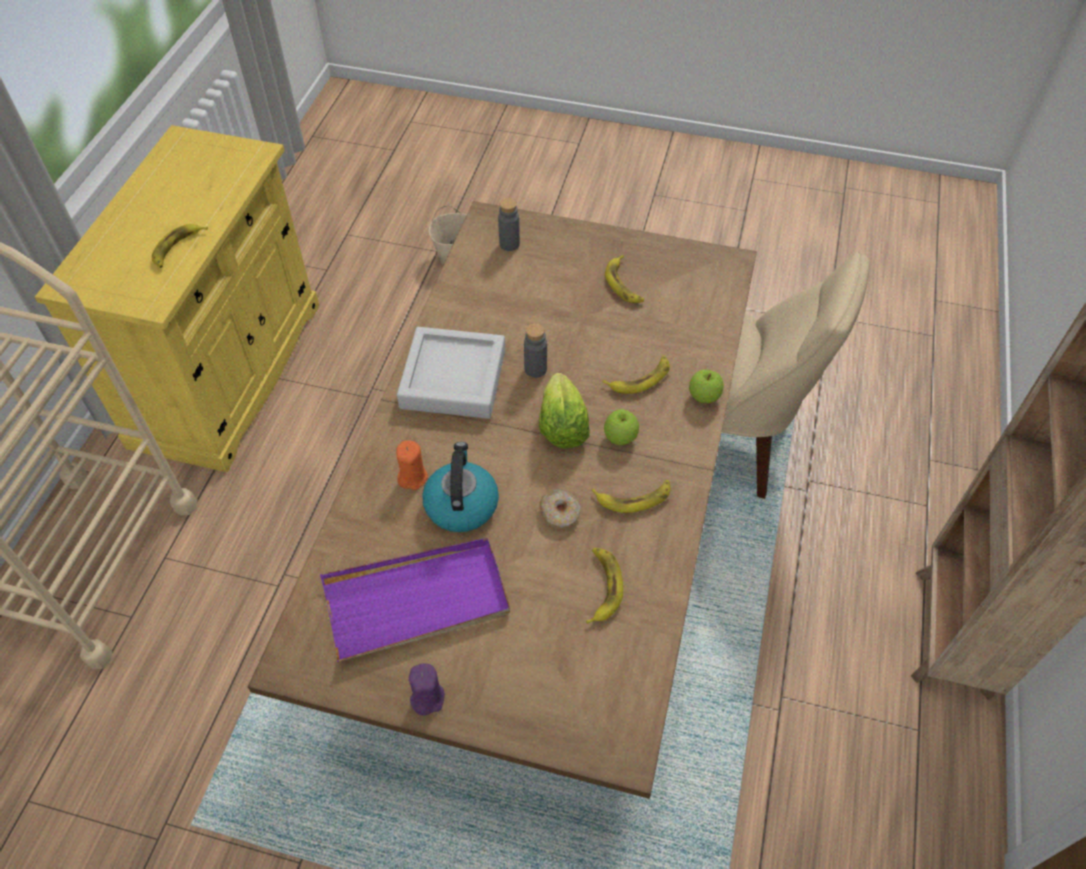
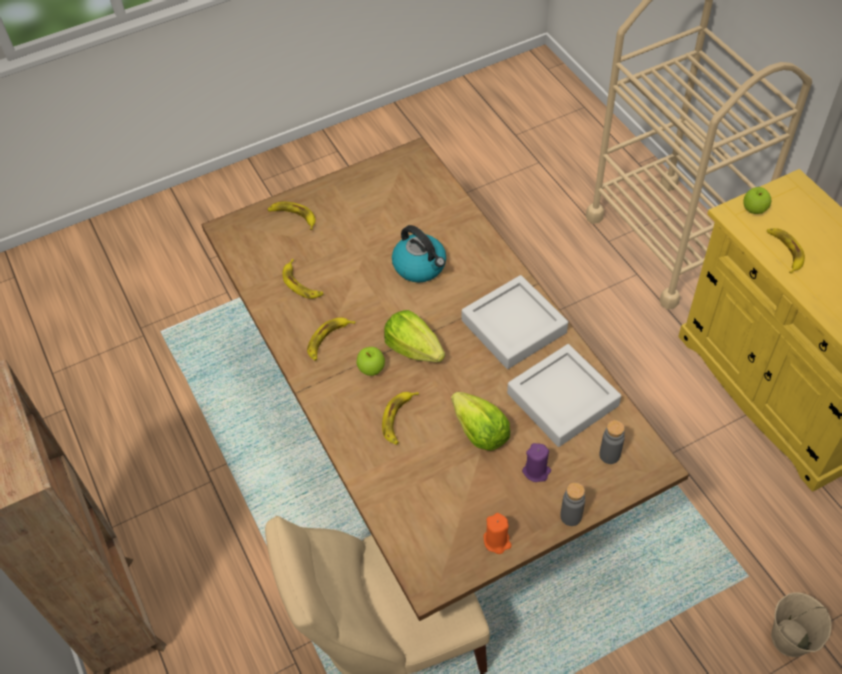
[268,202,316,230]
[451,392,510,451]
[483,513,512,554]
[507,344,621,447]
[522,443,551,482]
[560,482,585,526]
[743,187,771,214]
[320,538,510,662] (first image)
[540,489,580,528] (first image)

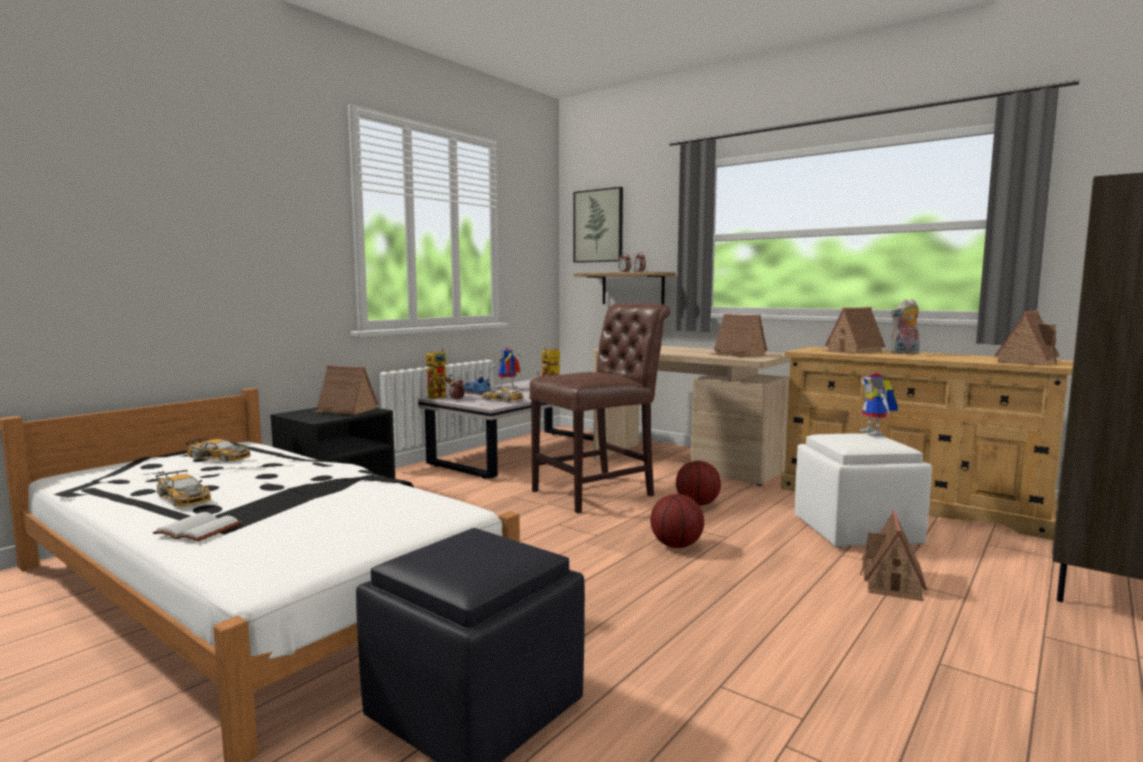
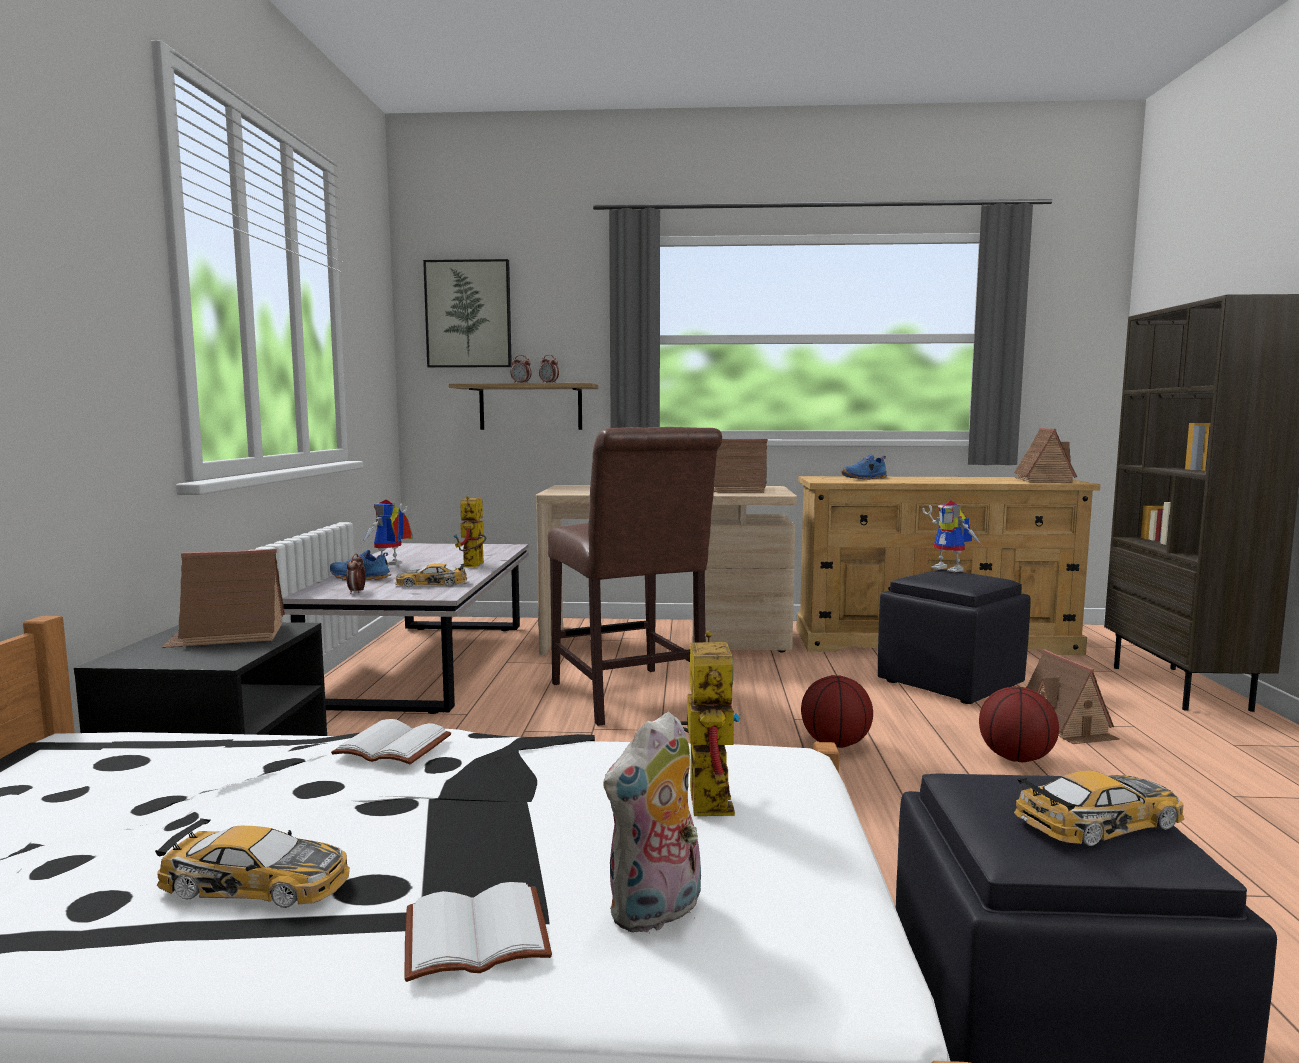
[331,719,451,764]
[548,427,722,726]
[604,711,701,934]
[680,631,741,816]
[841,454,887,480]
[878,569,1031,704]
[979,686,1059,762]
[1014,770,1184,846]

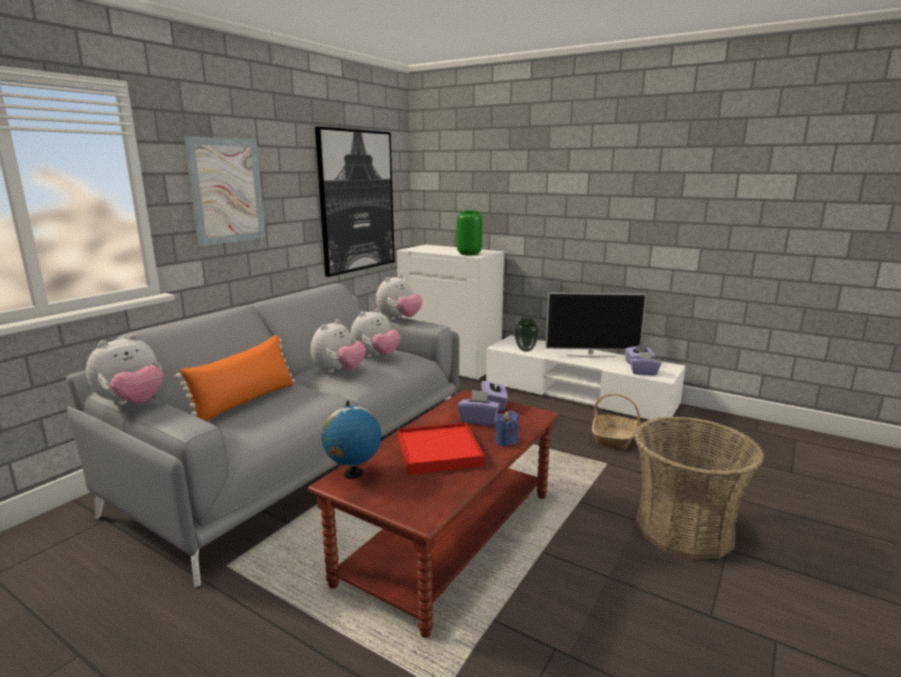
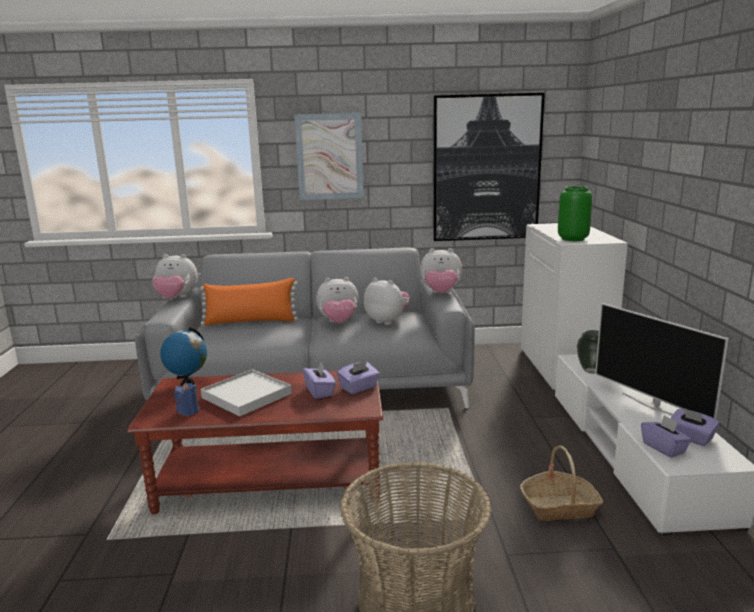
[174,383,199,416]
[201,369,292,417]
[364,278,410,325]

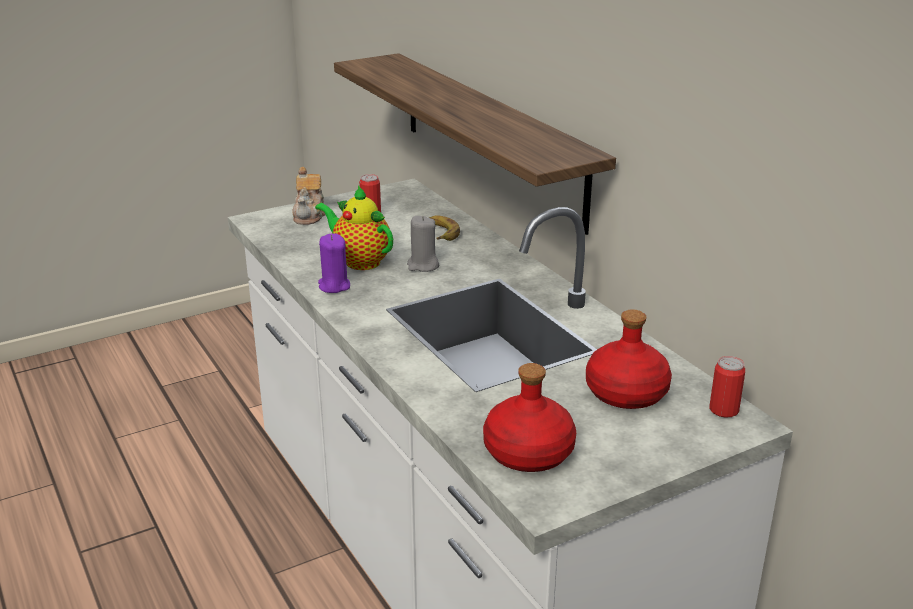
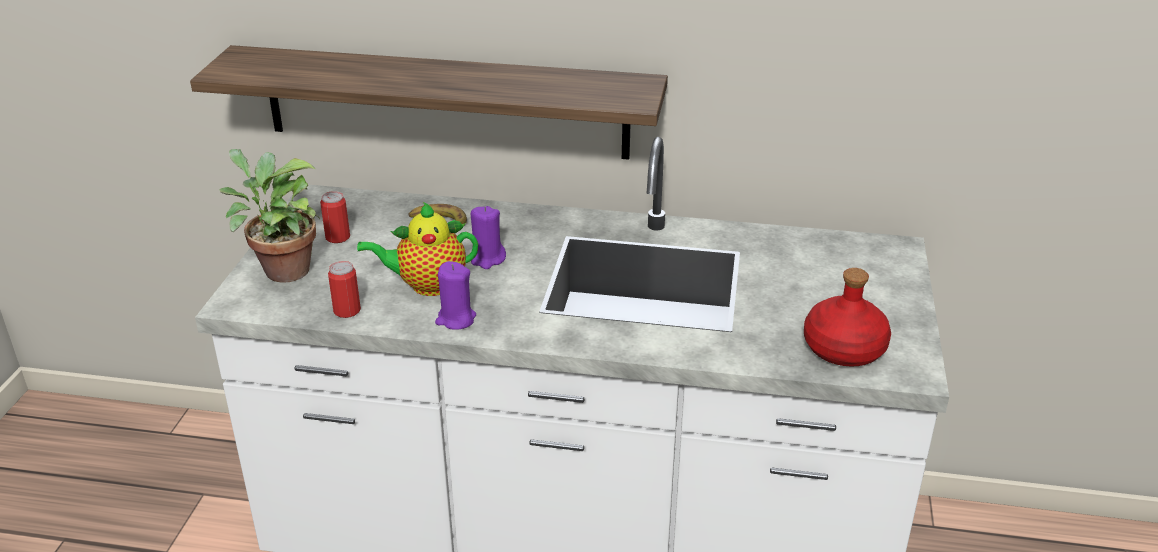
[219,149,320,282]
[328,261,361,318]
[471,206,506,269]
[586,309,672,409] (first image)

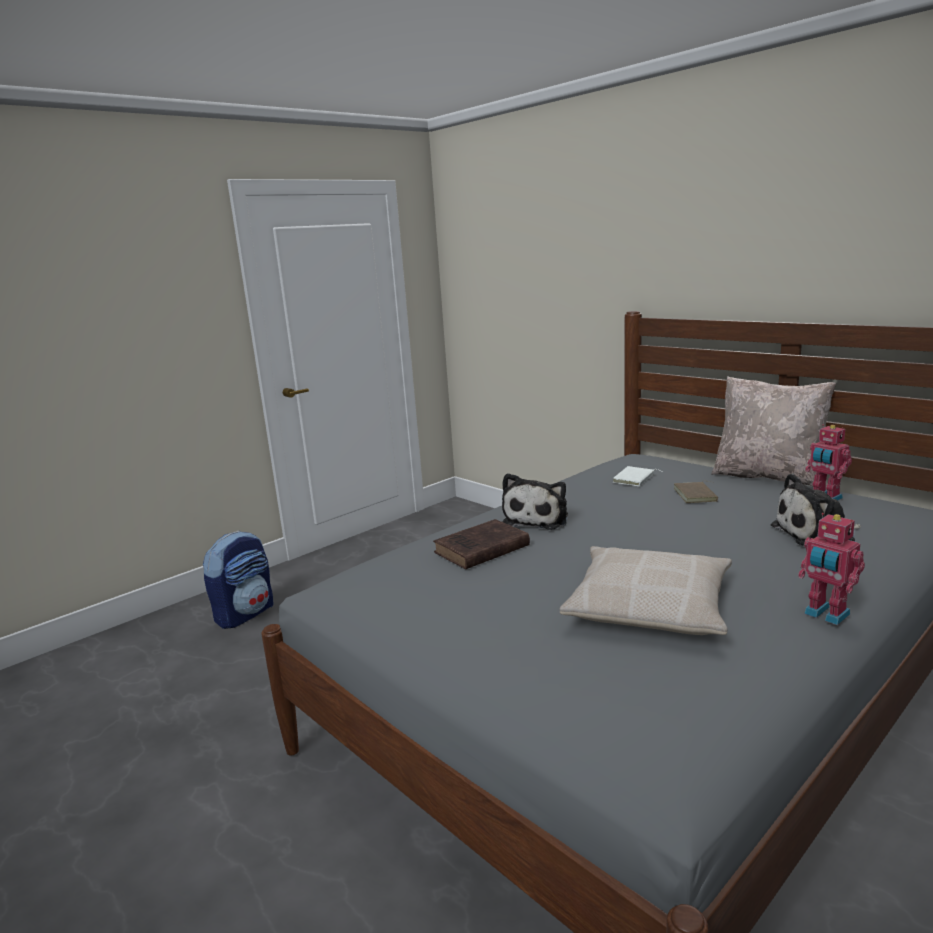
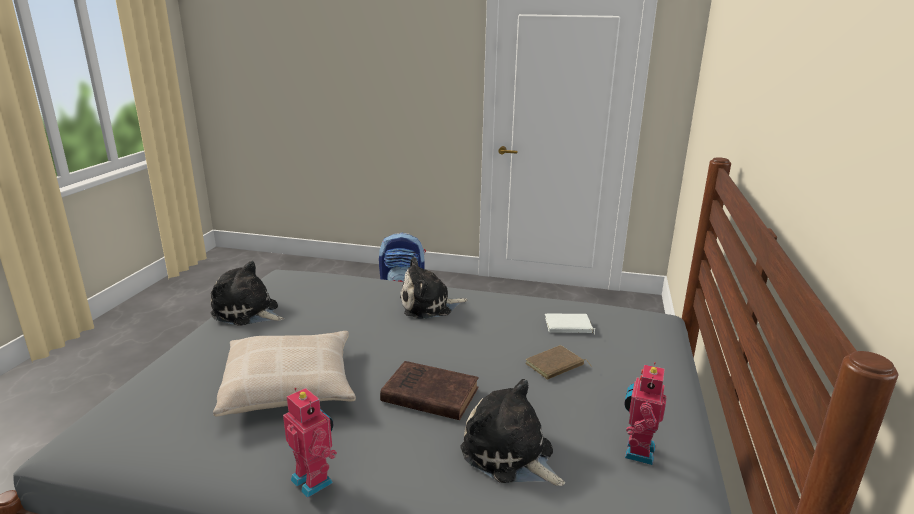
[210,261,284,326]
[283,388,337,498]
[380,361,479,420]
[711,376,836,487] (first image)

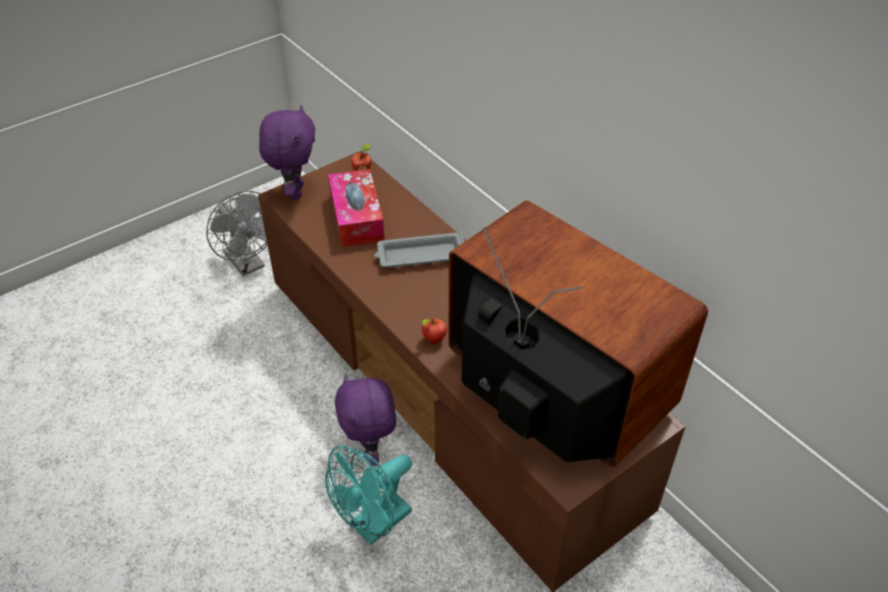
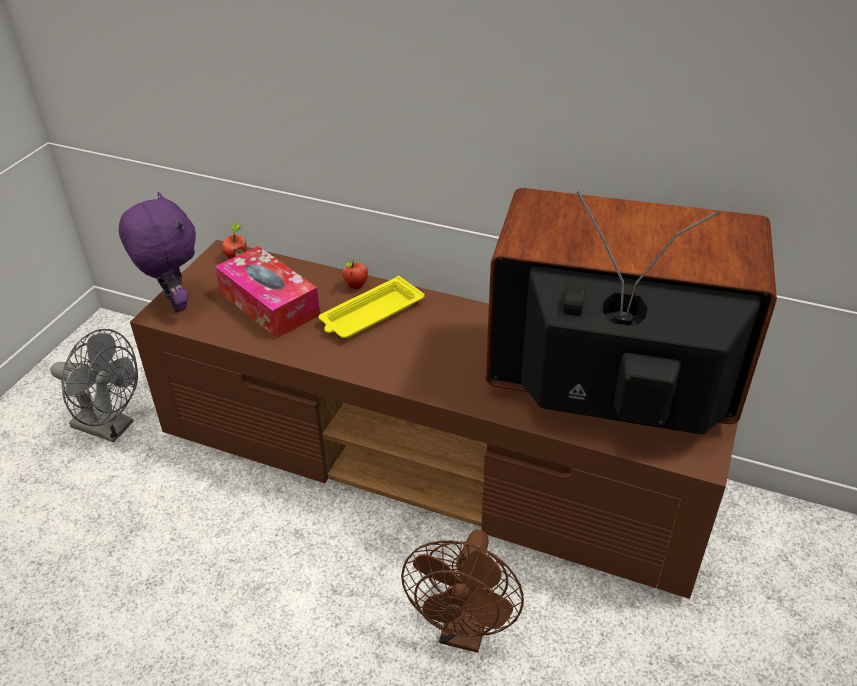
[319,276,425,338]
[342,260,368,289]
[401,530,524,653]
[335,374,396,466] (first image)

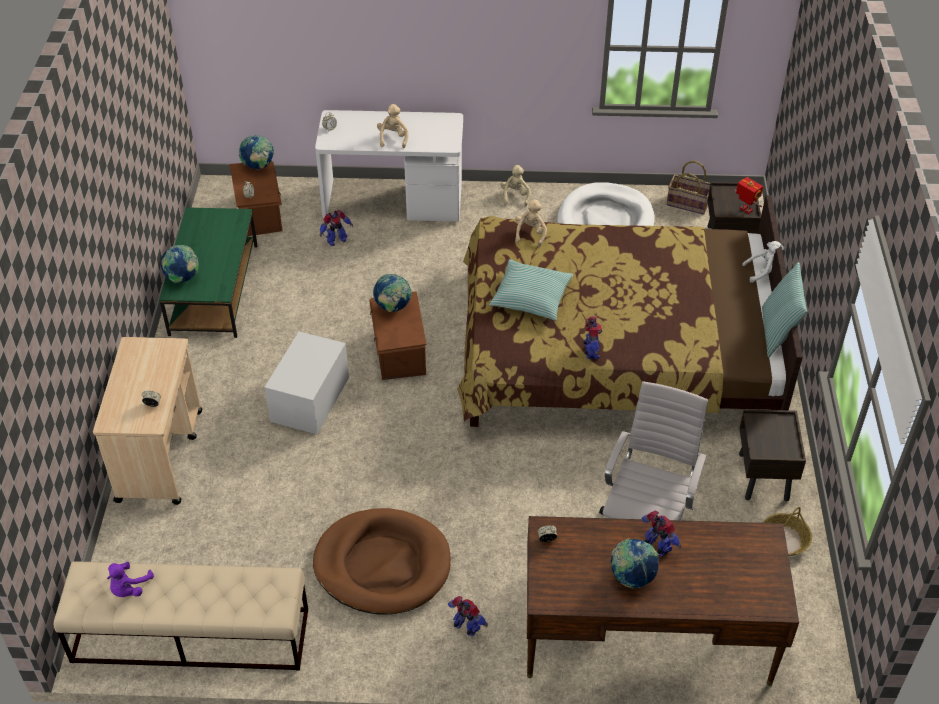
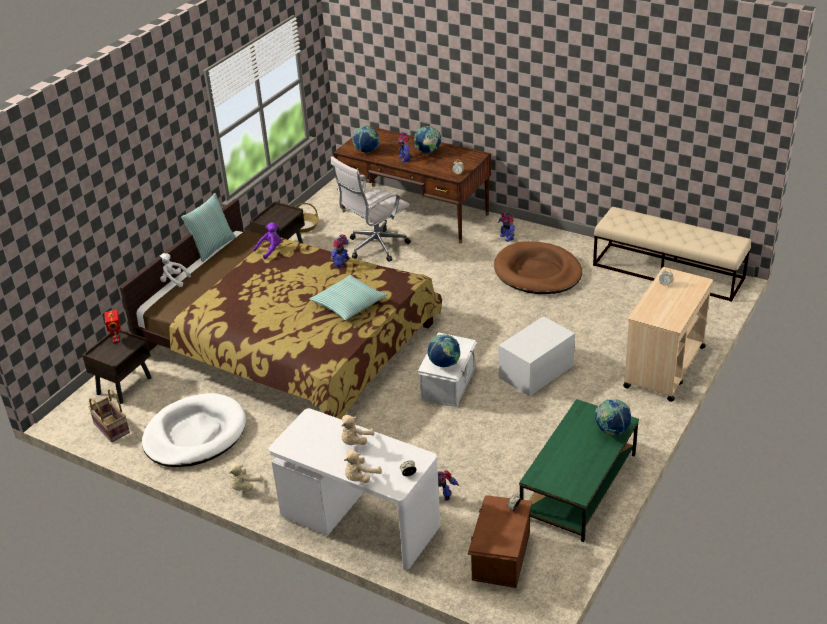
[254,222,281,259]
[344,450,382,483]
[352,126,380,153]
[418,332,477,407]

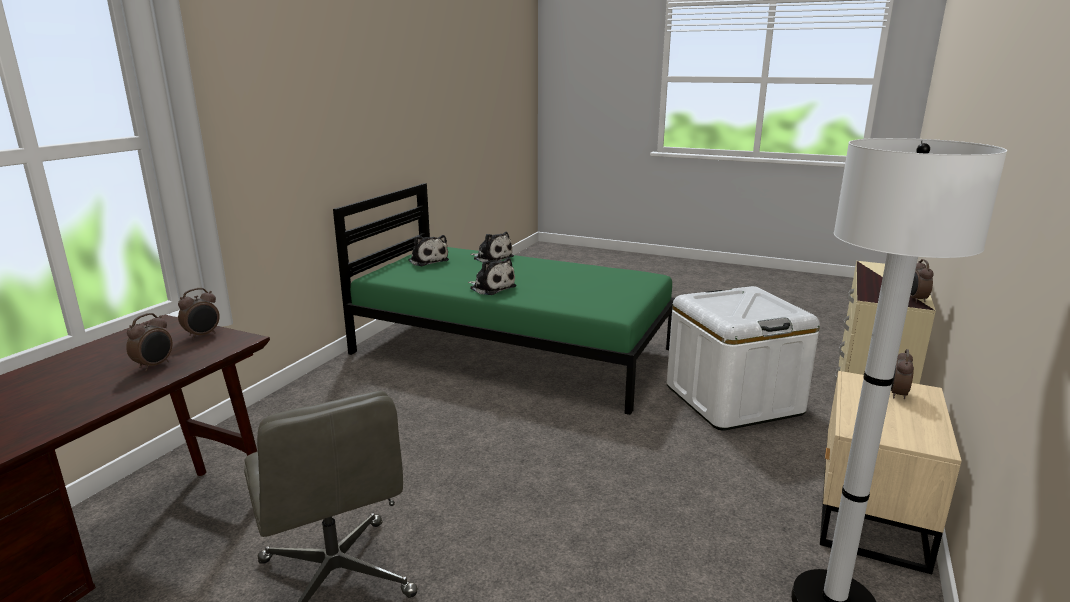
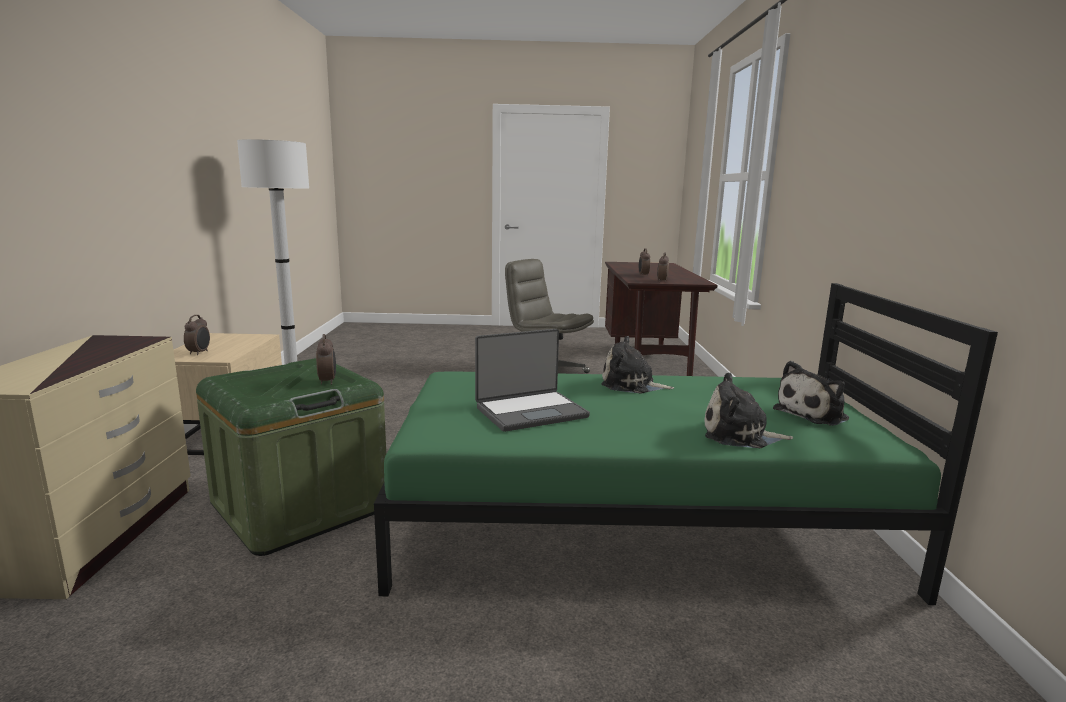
[196,358,386,556]
[316,334,336,385]
[475,329,590,432]
[773,361,849,426]

